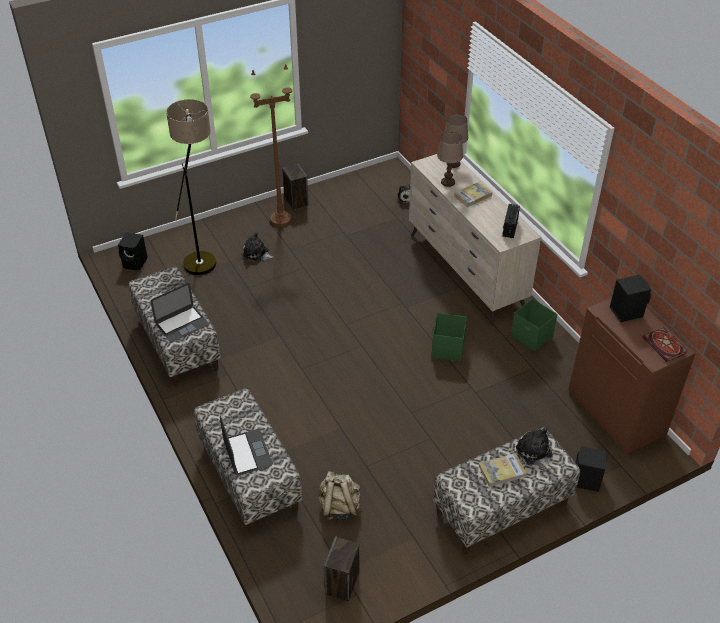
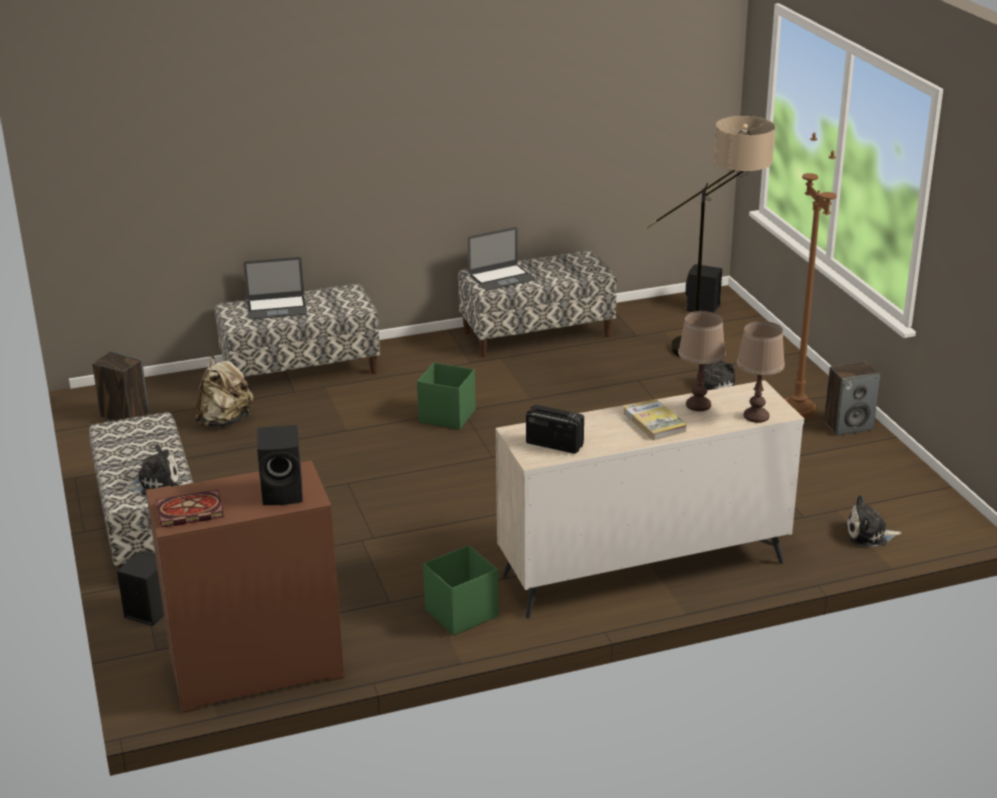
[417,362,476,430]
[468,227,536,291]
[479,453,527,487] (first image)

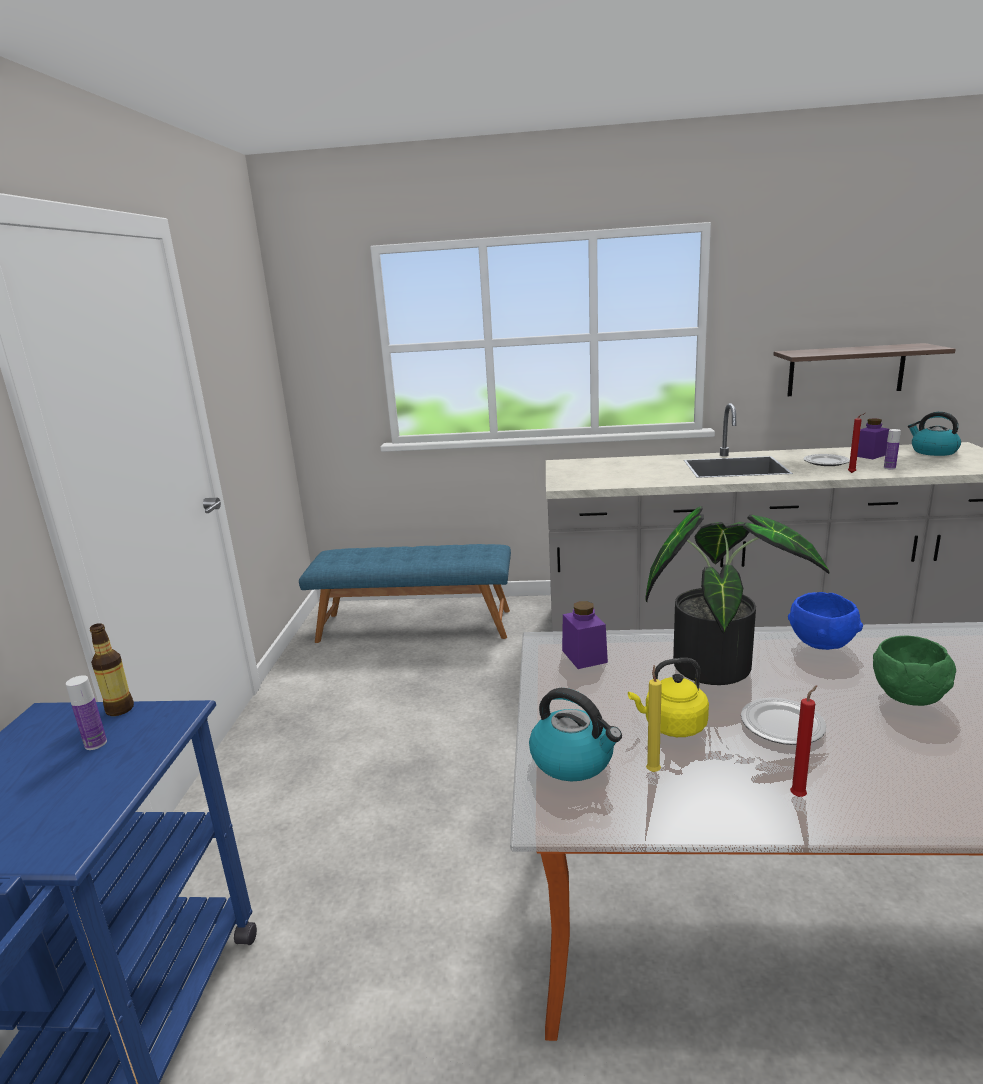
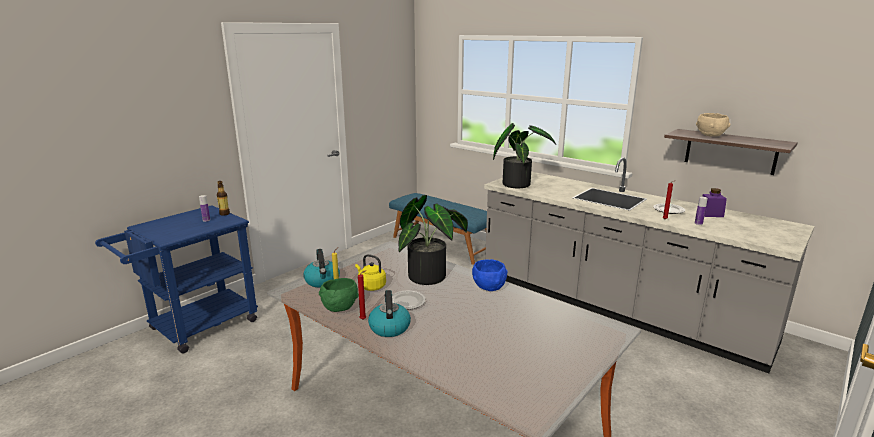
[319,278,359,312]
[368,290,411,337]
[493,123,556,188]
[696,113,731,136]
[562,601,608,669] (first image)

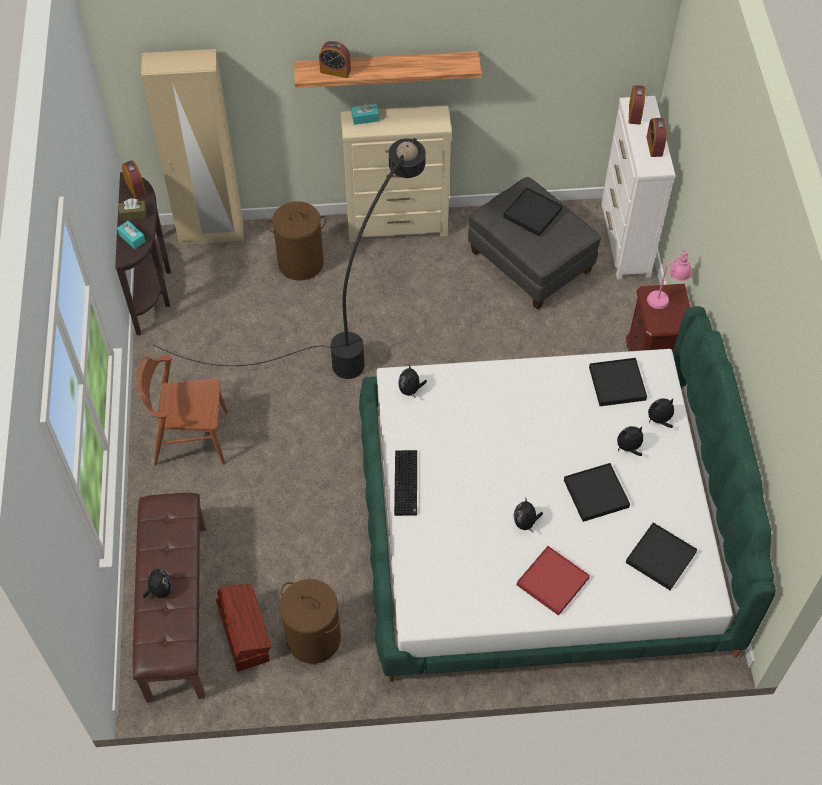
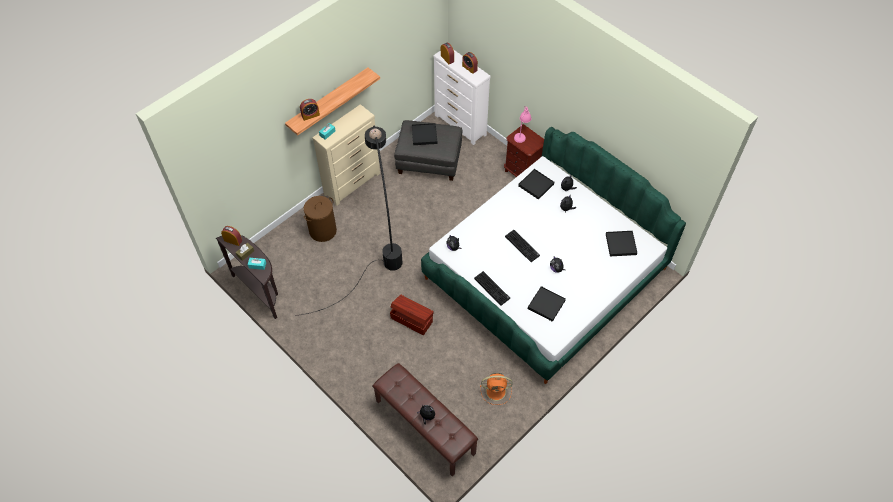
[390,295,434,336]
[480,373,513,405]
[505,230,540,262]
[528,286,566,322]
[137,355,228,466] (first image)
[141,49,244,245] (first image)
[517,546,590,616] (first image)

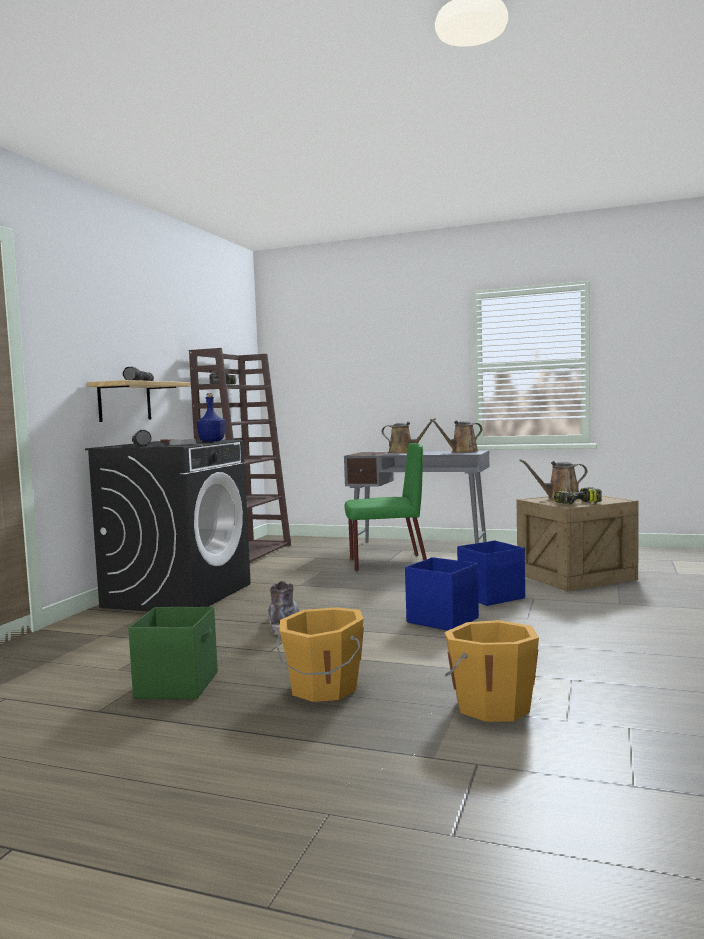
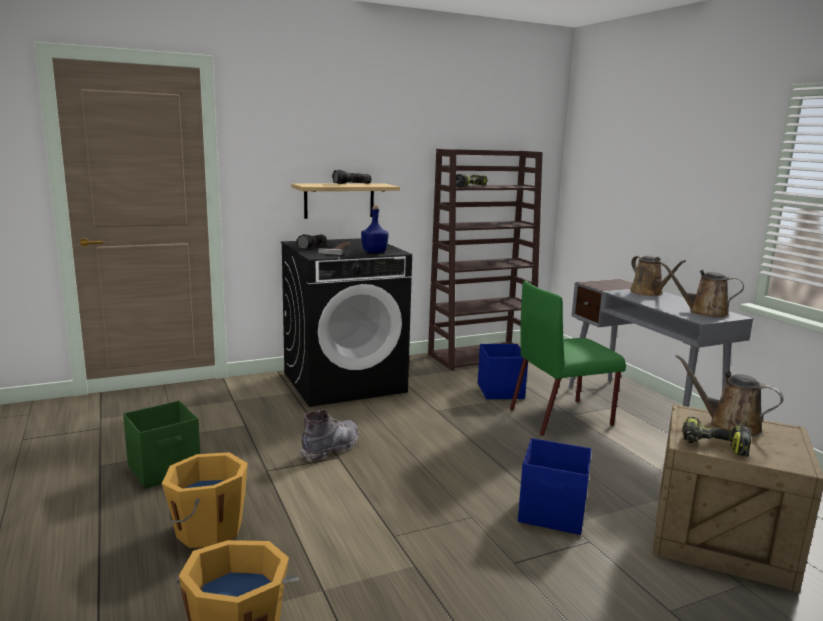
[478,344,528,399]
[510,281,626,436]

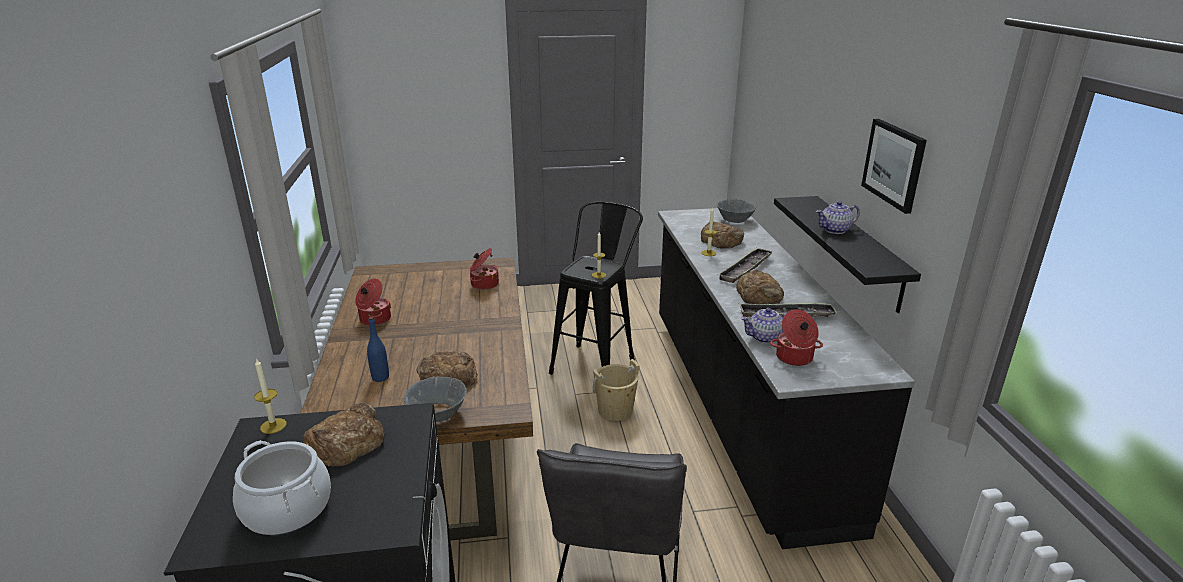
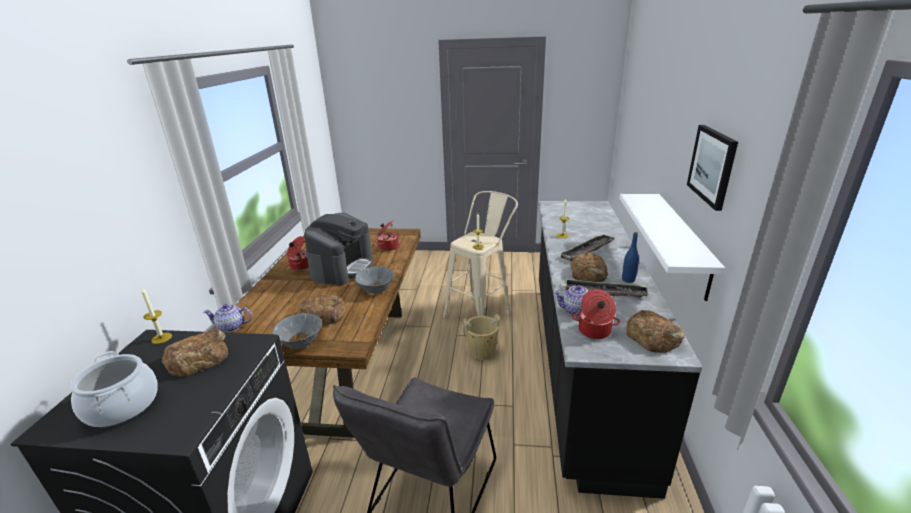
[204,304,252,332]
[304,213,373,285]
[355,266,395,294]
[443,191,518,318]
[619,194,725,301]
[622,232,639,283]
[626,310,685,353]

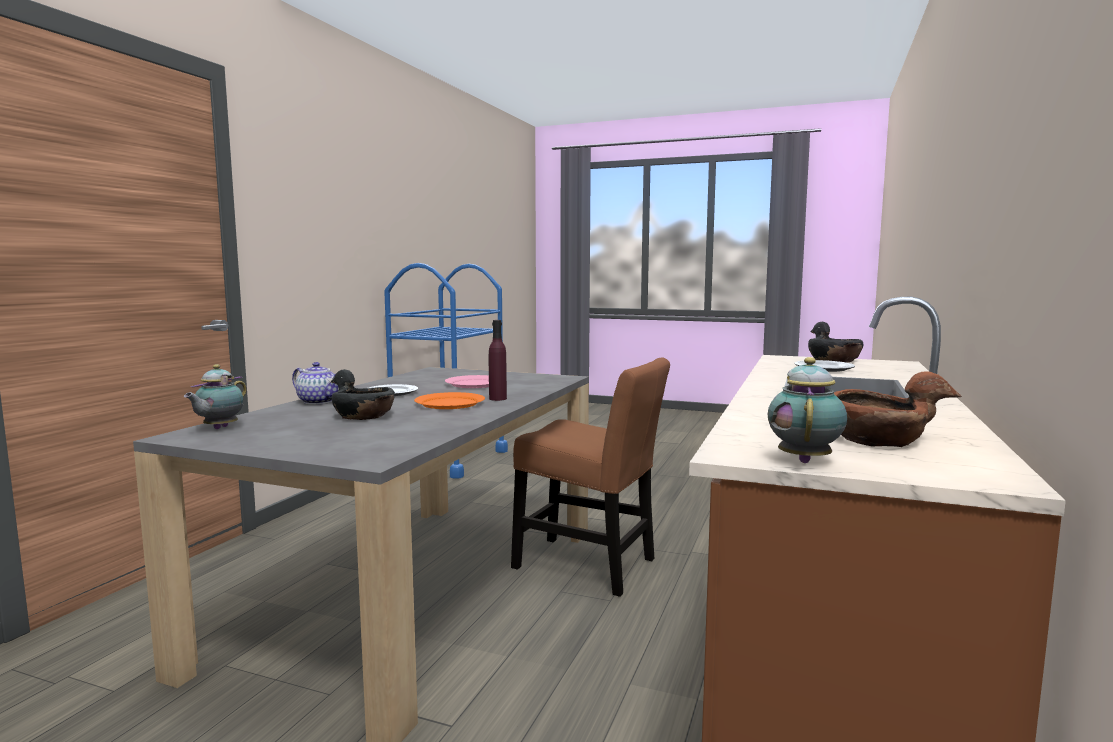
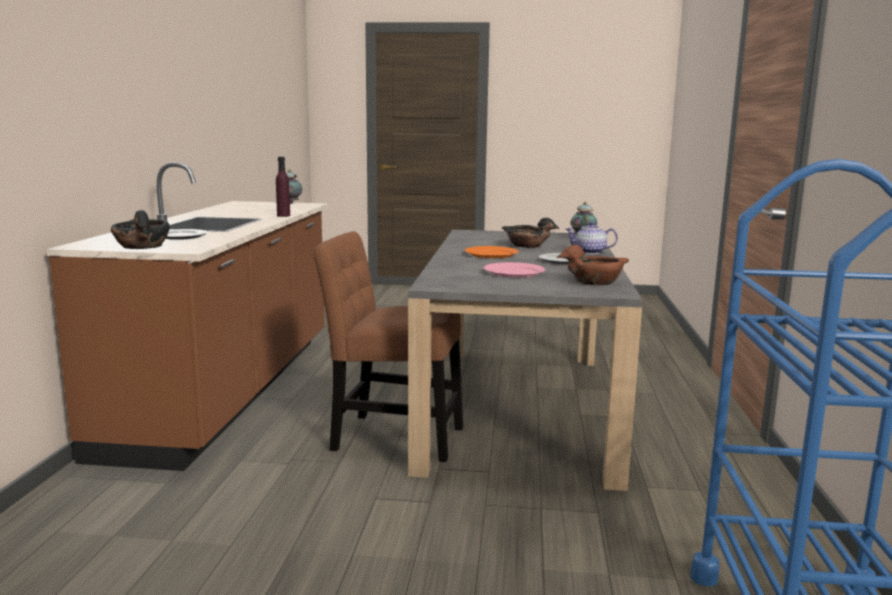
[276,157,290,217]
[557,245,629,285]

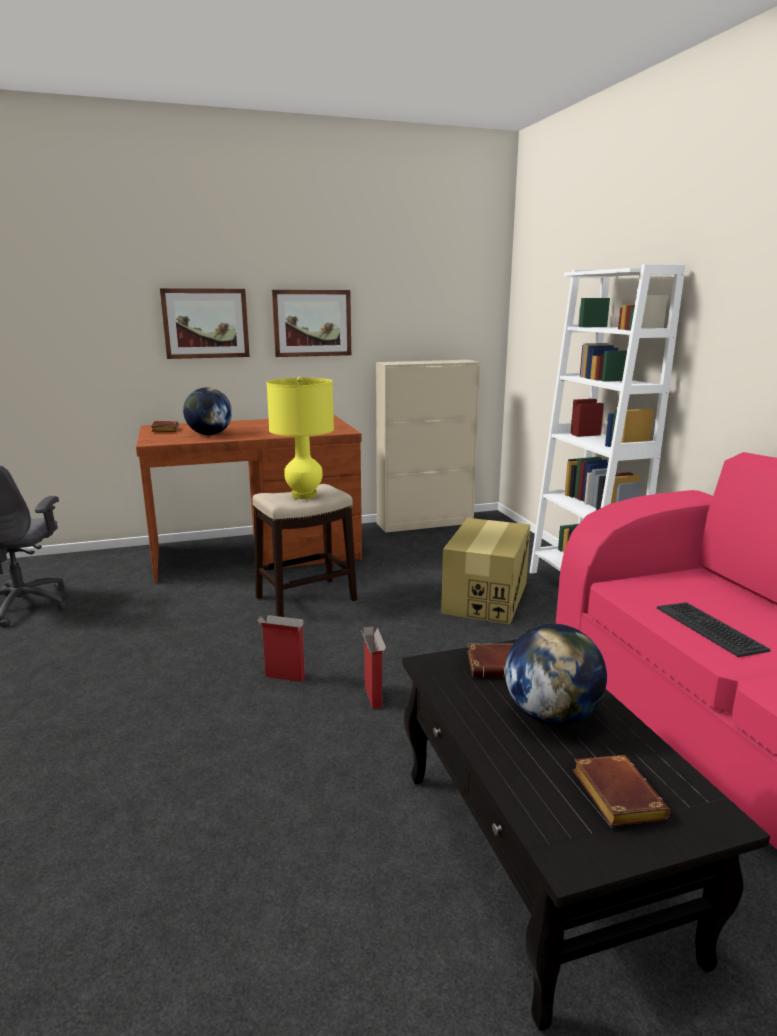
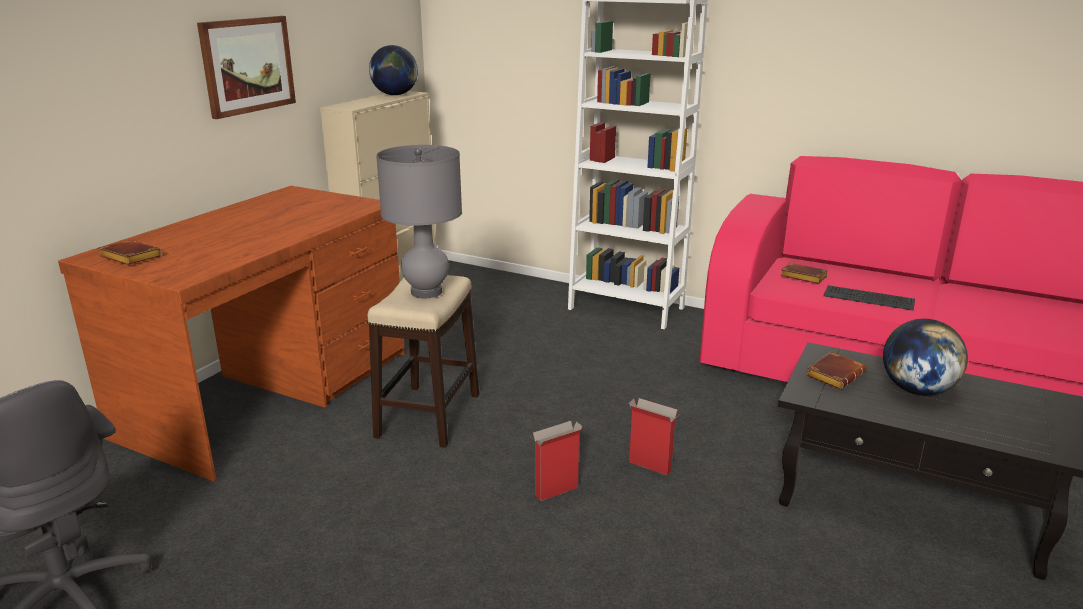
[369,45,418,95]
[376,145,462,298]
[780,263,828,284]
[160,288,250,359] (first image)
[441,518,530,624] (first image)

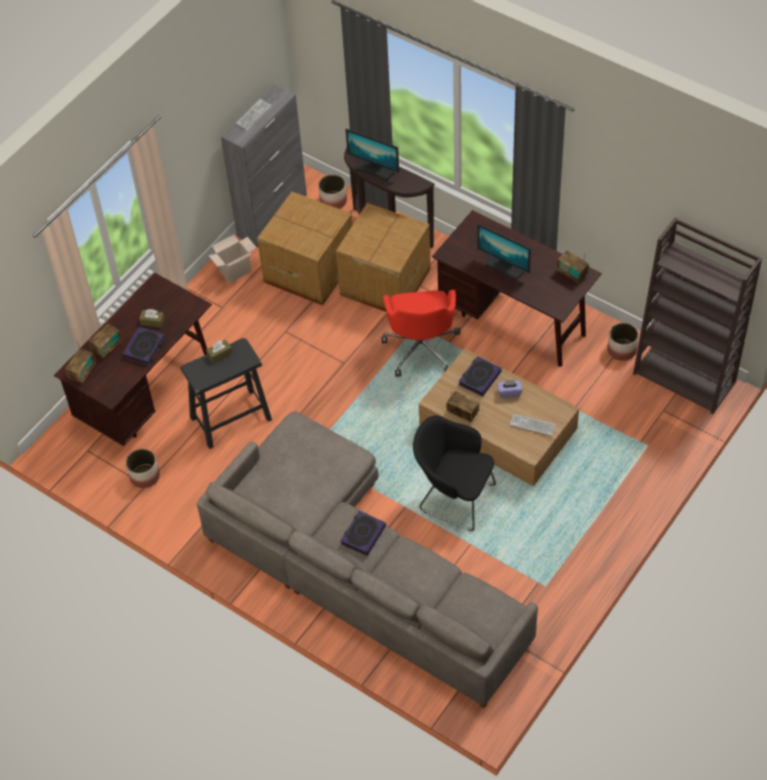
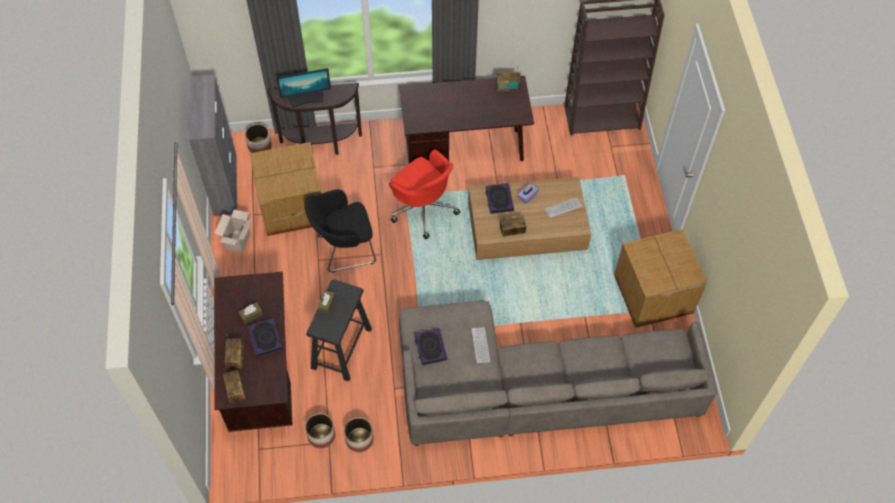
[304,190,376,273]
[344,417,373,452]
[415,328,447,366]
[471,327,490,363]
[614,229,707,328]
[477,224,531,281] (first image)

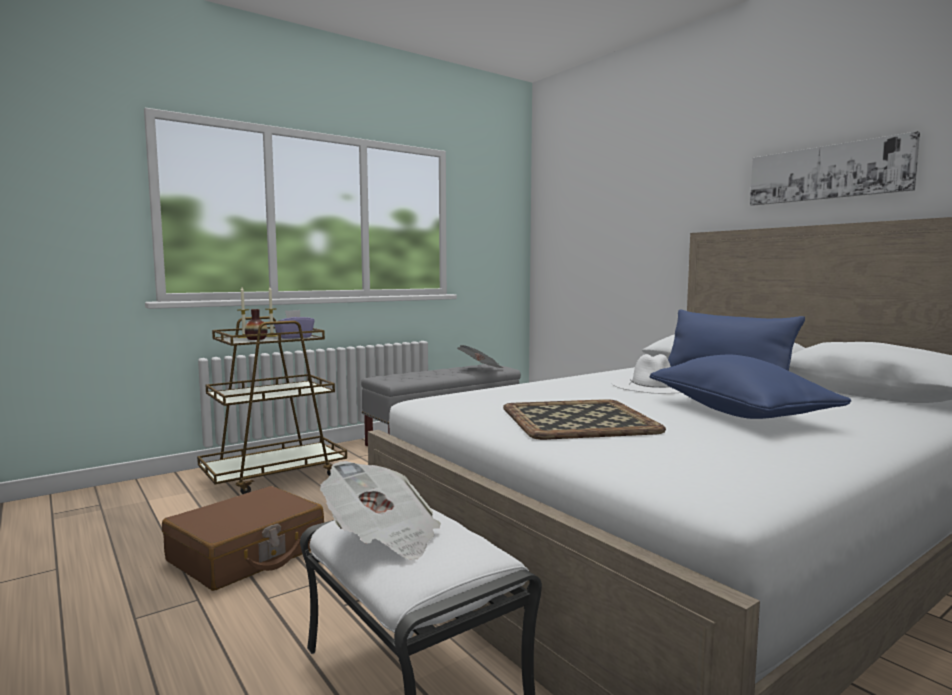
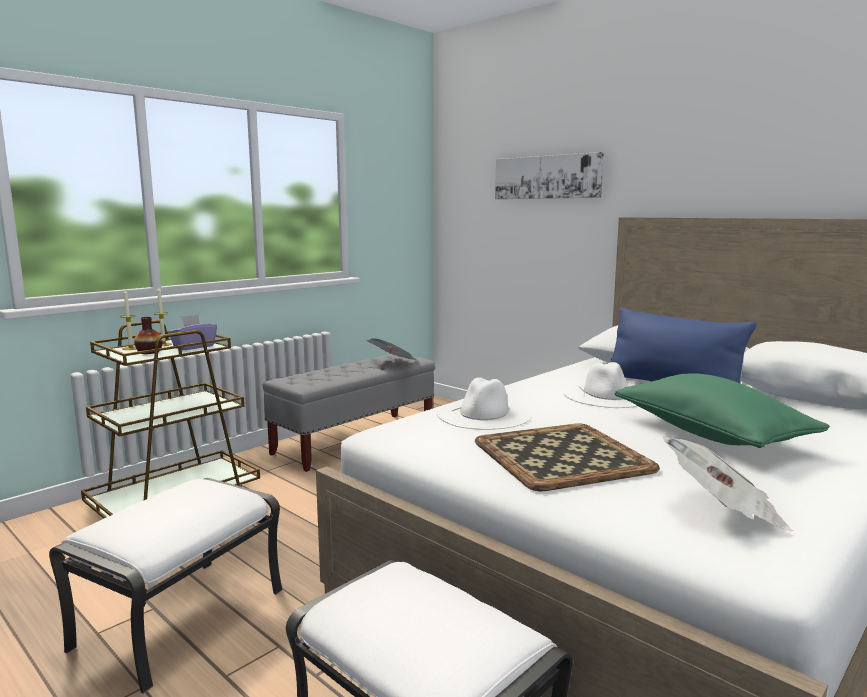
[49,478,282,694]
[437,377,532,430]
[495,152,604,199]
[615,373,830,448]
[663,437,793,531]

